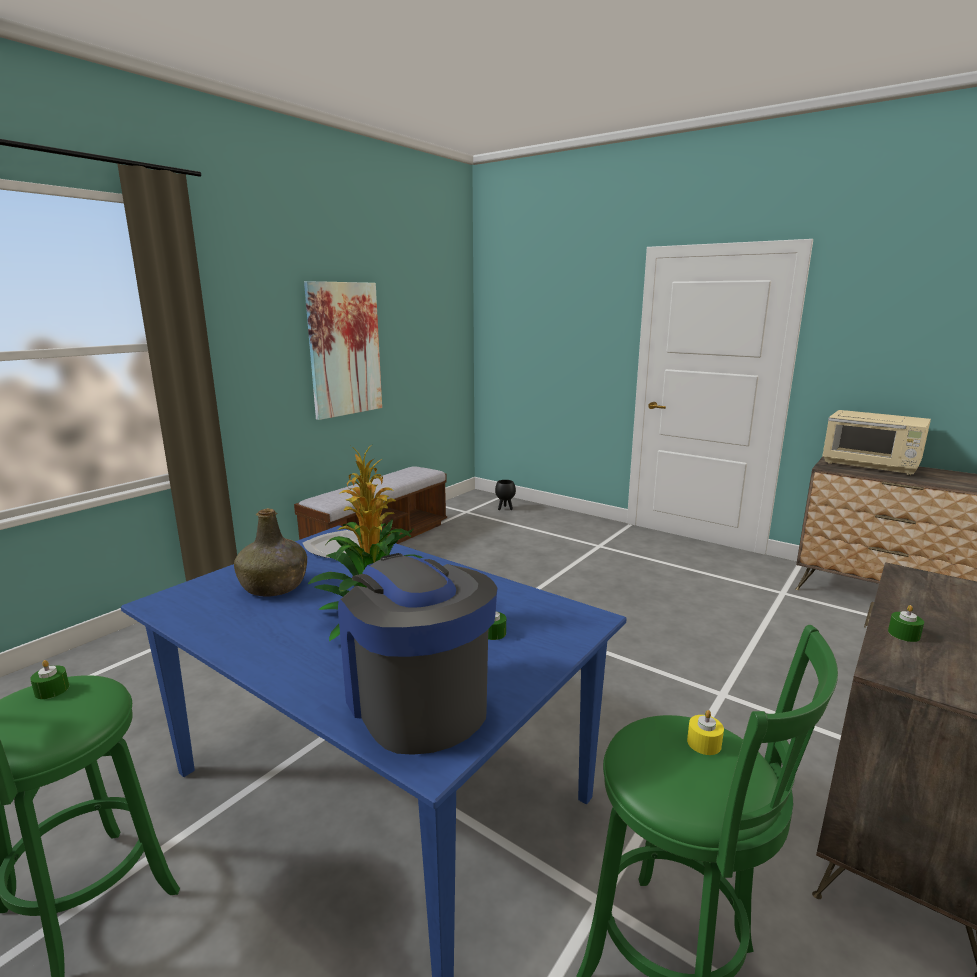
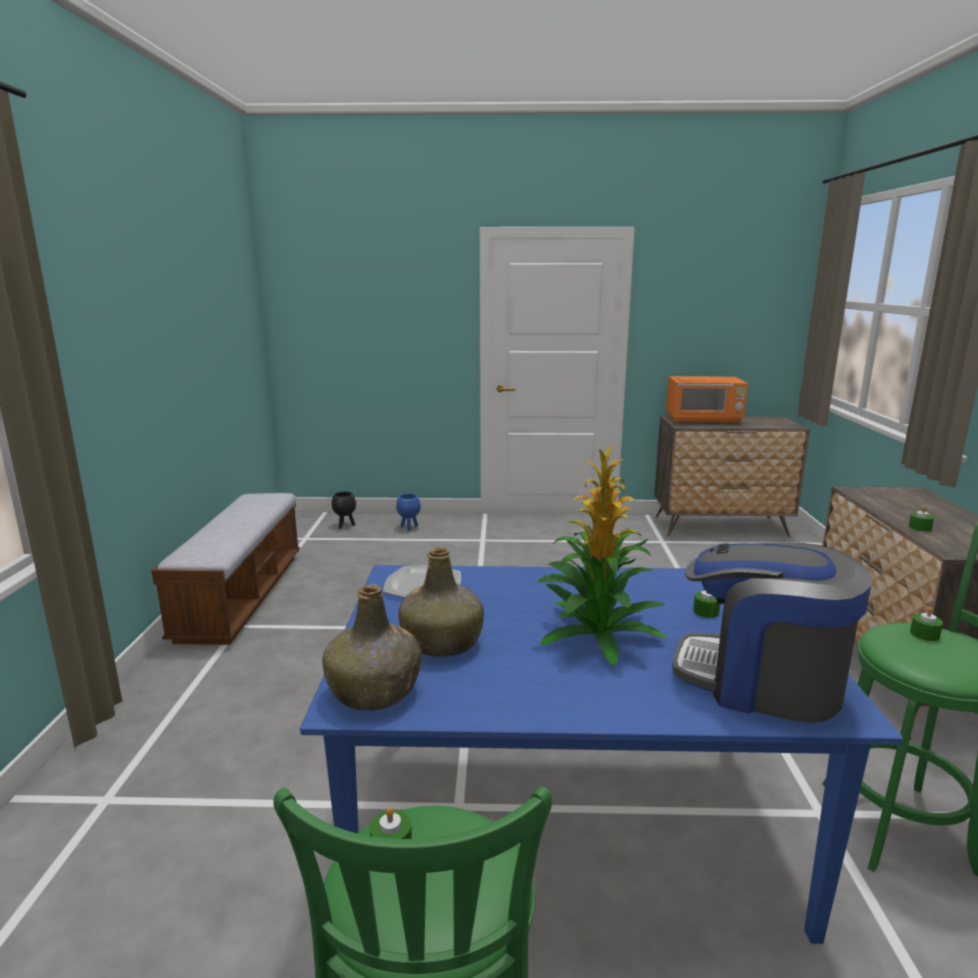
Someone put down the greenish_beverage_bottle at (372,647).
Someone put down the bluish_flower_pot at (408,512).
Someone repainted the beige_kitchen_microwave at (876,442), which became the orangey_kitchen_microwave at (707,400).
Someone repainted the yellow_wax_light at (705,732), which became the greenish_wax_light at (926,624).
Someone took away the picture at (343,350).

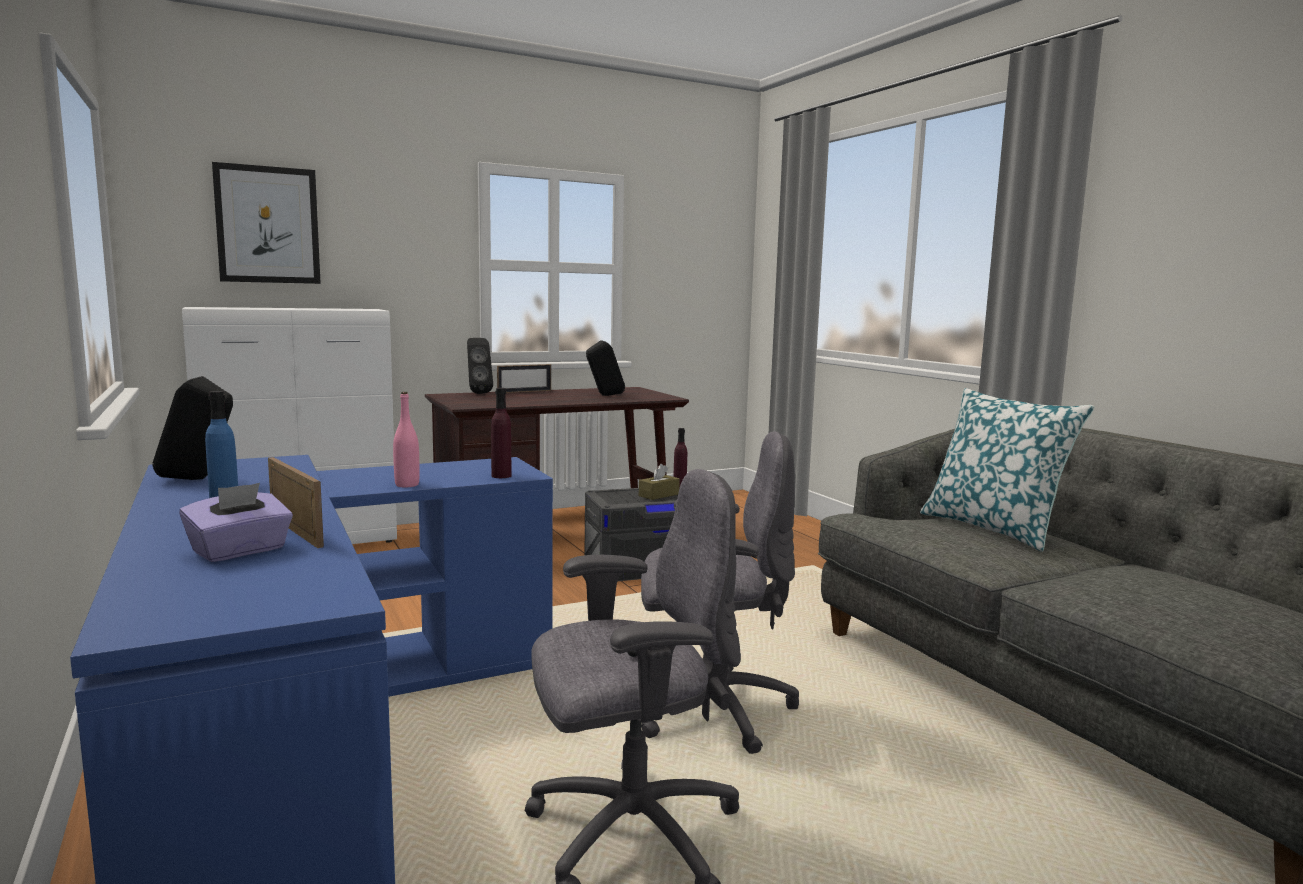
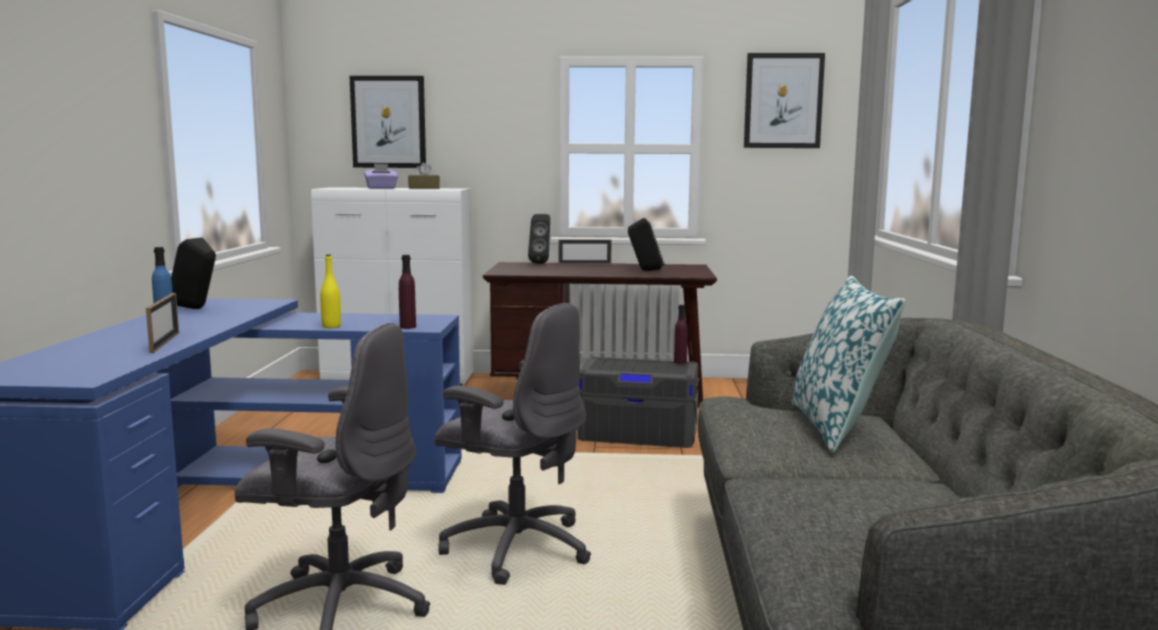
Someone repainted the pink-coloured_beverage_bottle at (406,439), which became the yellow_beverage_bottle at (330,291).
Someone carried the purple-coloured_tissue_holder from (236,522) to (381,176).
Someone carried the brown_tissue_holder from (659,482) to (424,175).
Someone put up the picture at (784,100).

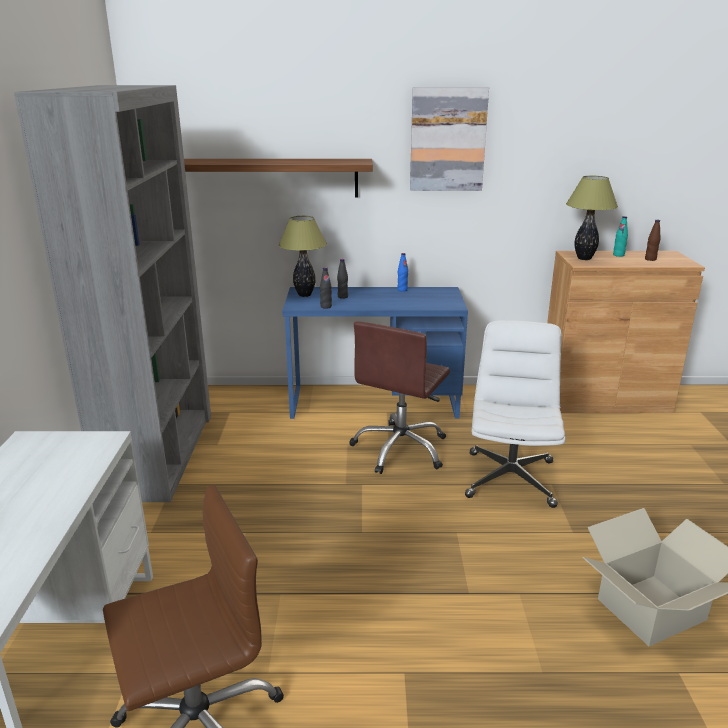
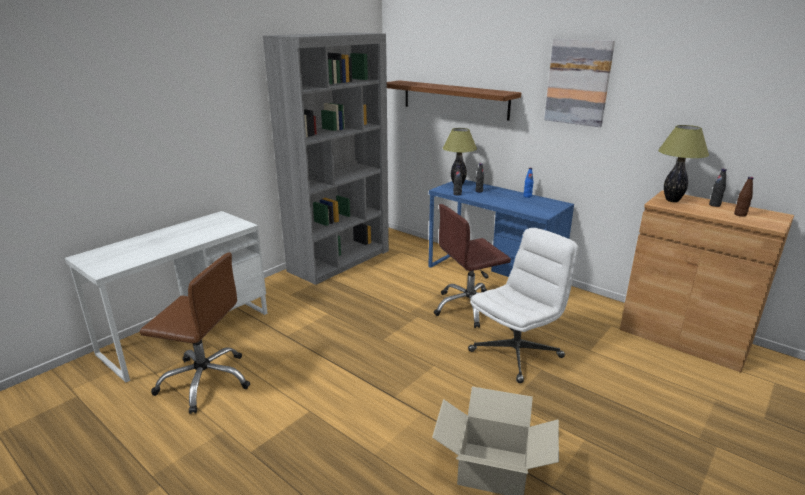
Someone repainted the turquoise_beverage_bottle at (620,236), which became the blackish_beverage_bottle at (718,188).

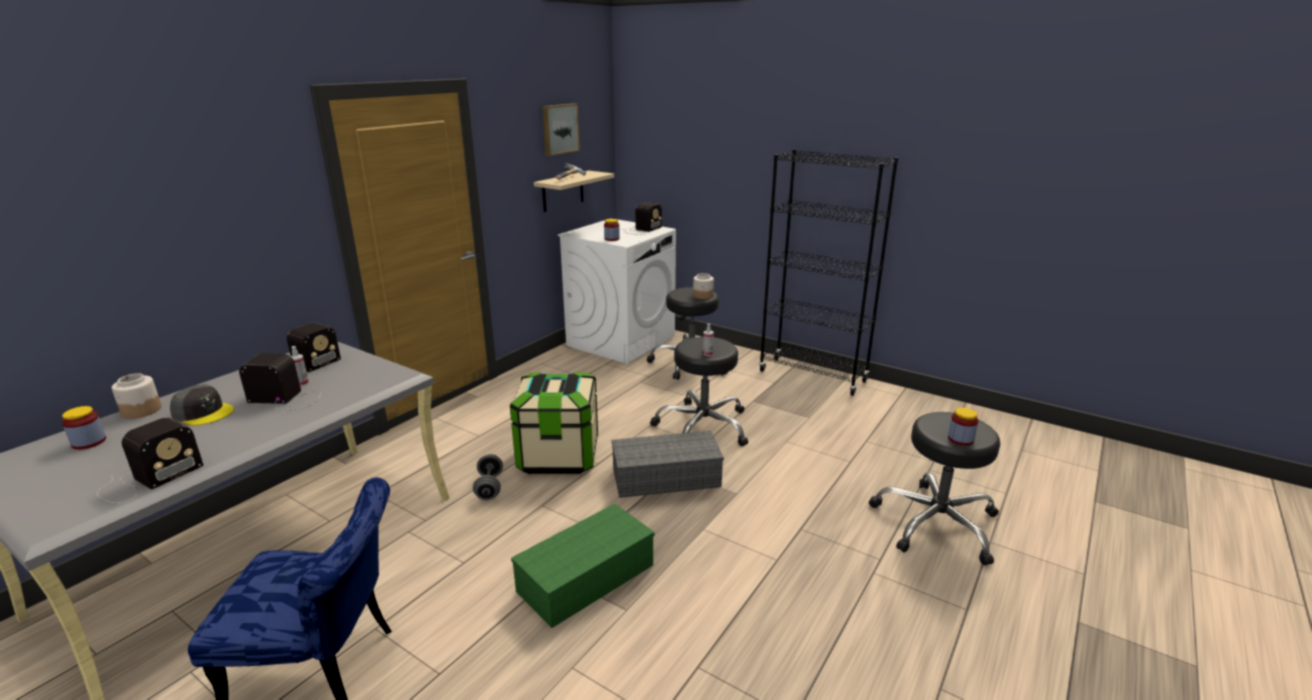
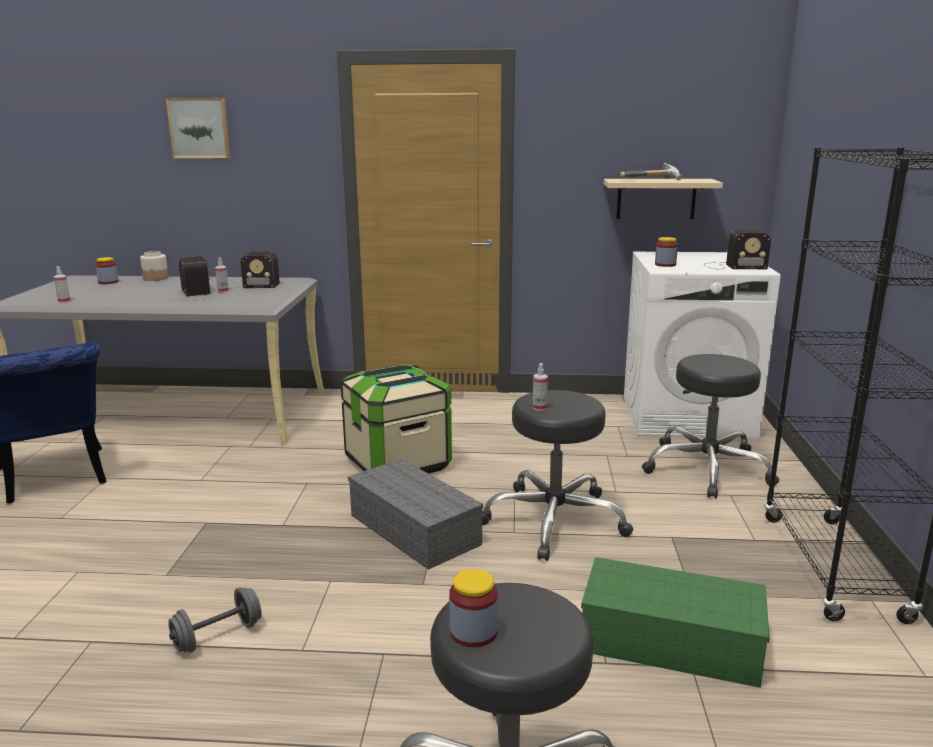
Someone swapped the radio_set at (150,461) for the sprayer at (62,284).
Someone carried the picture from (561,129) to (198,128).
Someone carried the greyish_free_weight from (488,477) to (215,620).
Someone carried the greenish_storage_box from (582,566) to (675,622).
Someone took away the greyish_cap at (202,404).
Someone took away the storage_jar at (703,286).

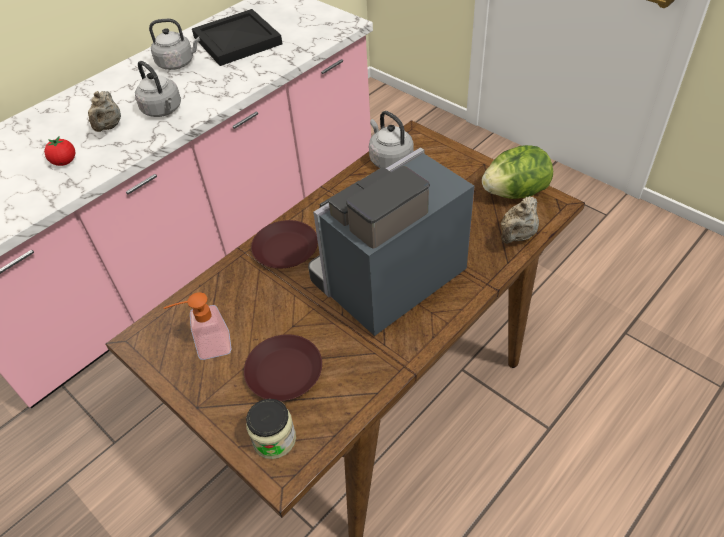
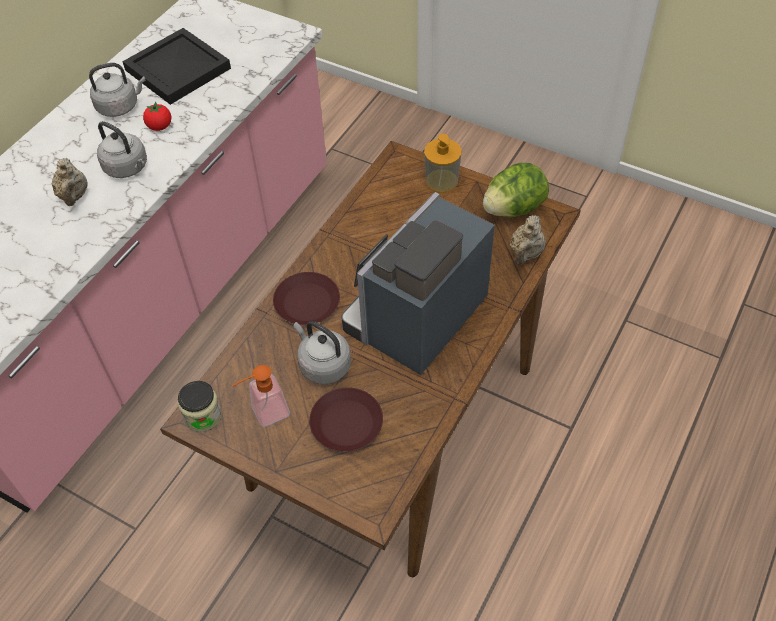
Someone carried the tomato from (59,151) to (157,116).
Someone carried the storage_jar from (271,429) to (200,406).
Someone carried the greyish_water_kettle from (391,139) to (322,352).
Someone put down the soap_bottle at (442,163).

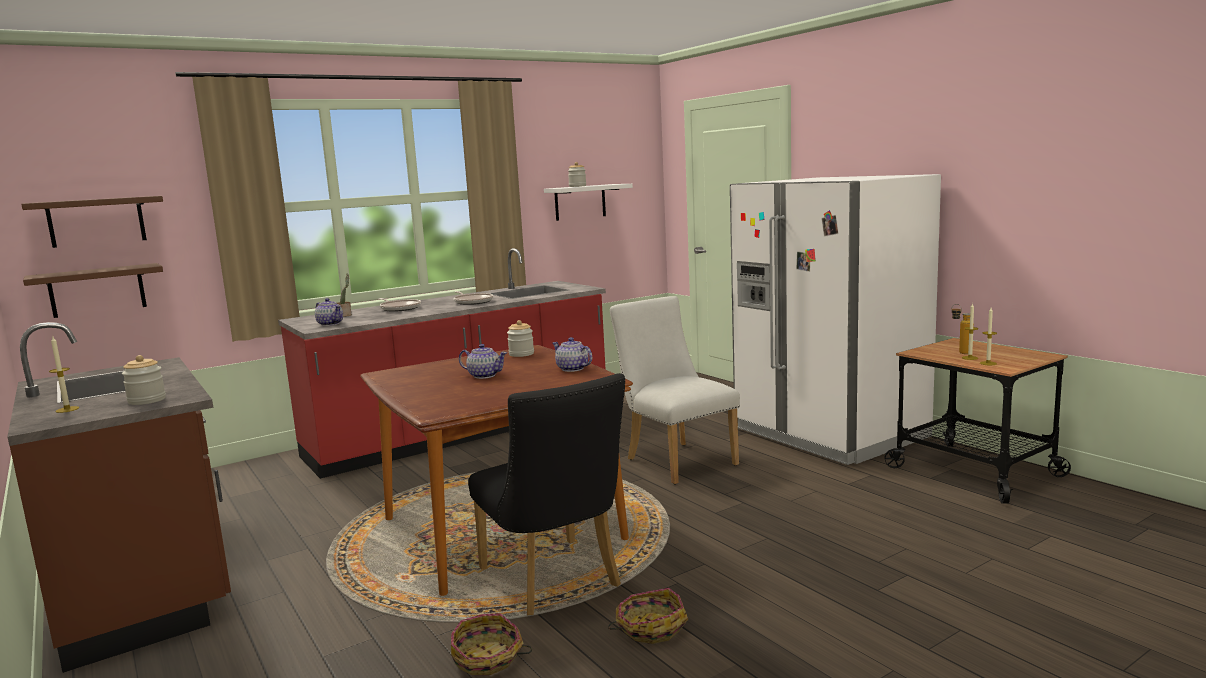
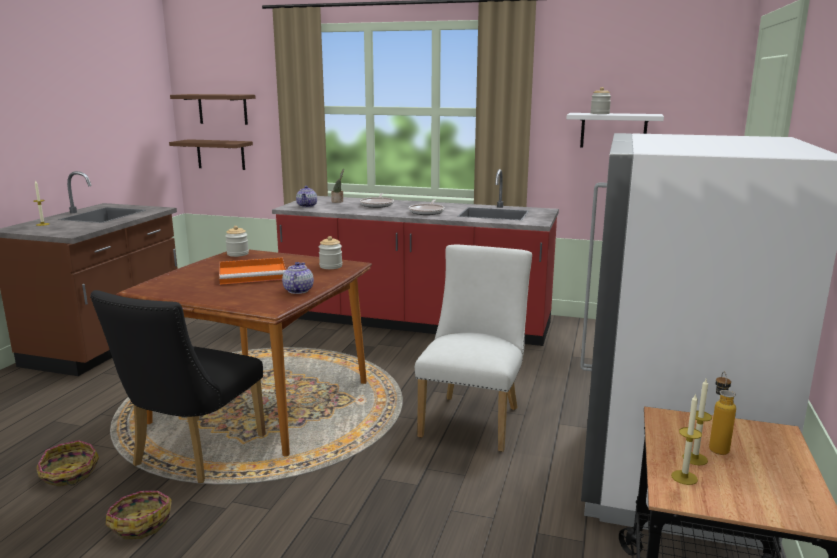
Someone swapped the tea_pot at (483,361) for the orangey_serving_tray at (252,271).
Someone carried the storage_jar from (144,380) to (237,241).

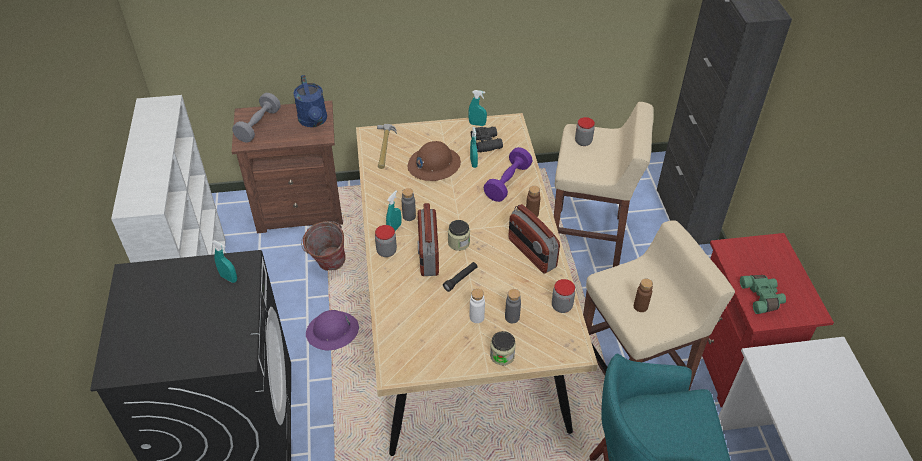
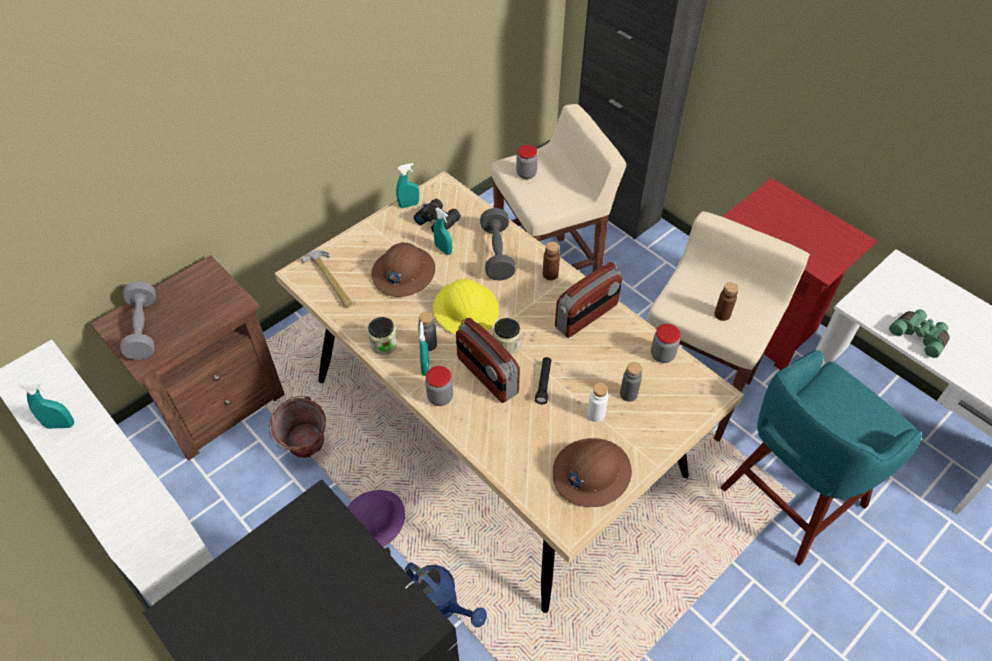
Someone carried the turquoise_sprayer from (224,261) to (46,405).
Someone carried the storage_jar from (503,348) to (382,336).
Someone carried the bluish_watering_can from (310,101) to (446,594).
Someone put down the yellow_hard_hat at (466,306).
Someone repainted the purple-coloured_free_weight at (508,174), which became the greyish_free_weight at (498,244).
Someone put down the brown_hard_hat at (592,472).
Someone rotated the radio_set at (534,239) by 60 degrees counterclockwise.
Someone carried the greenish_field_glasses from (763,294) to (919,333).

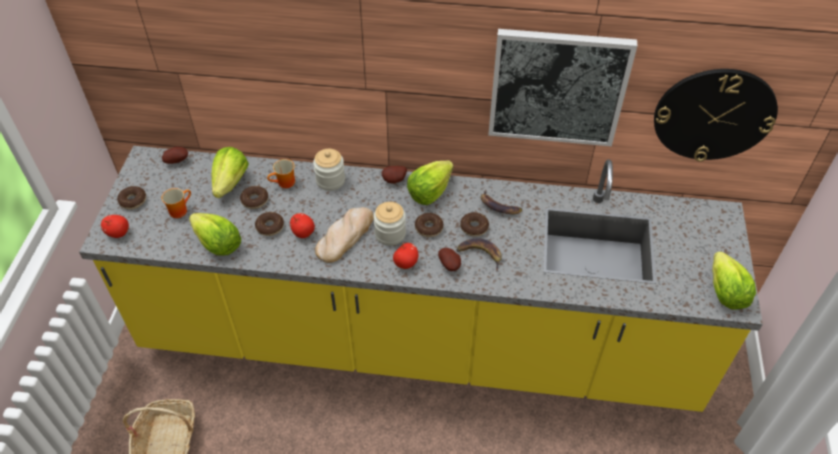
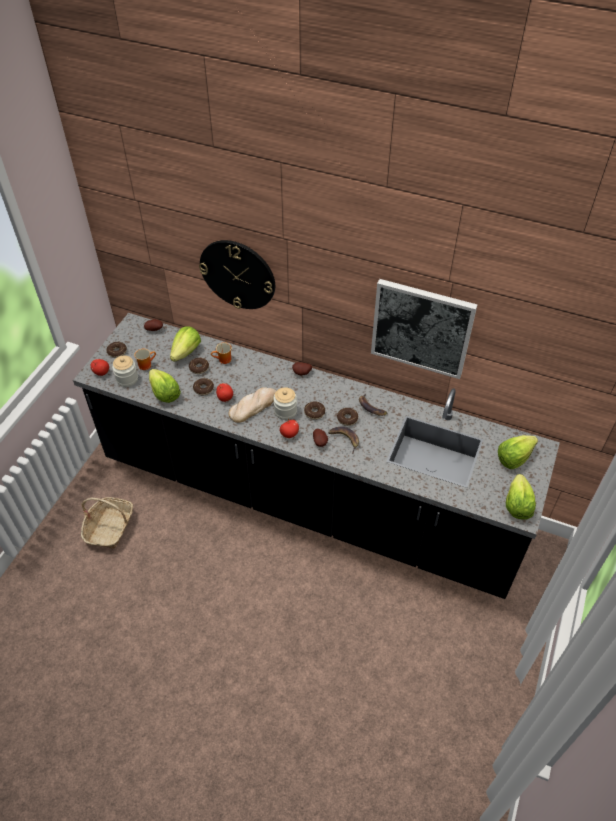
Someone repainted the yellow_kitchen_base_unit at (421,279), which became the blackish_kitchen_base_unit at (316,456).
Someone carried the storage_jar from (329,170) to (125,371).
Someone carried the clock_on_the_wall from (716,115) to (237,274).
Someone carried the head_of_lettuce from (430,183) to (518,452).

